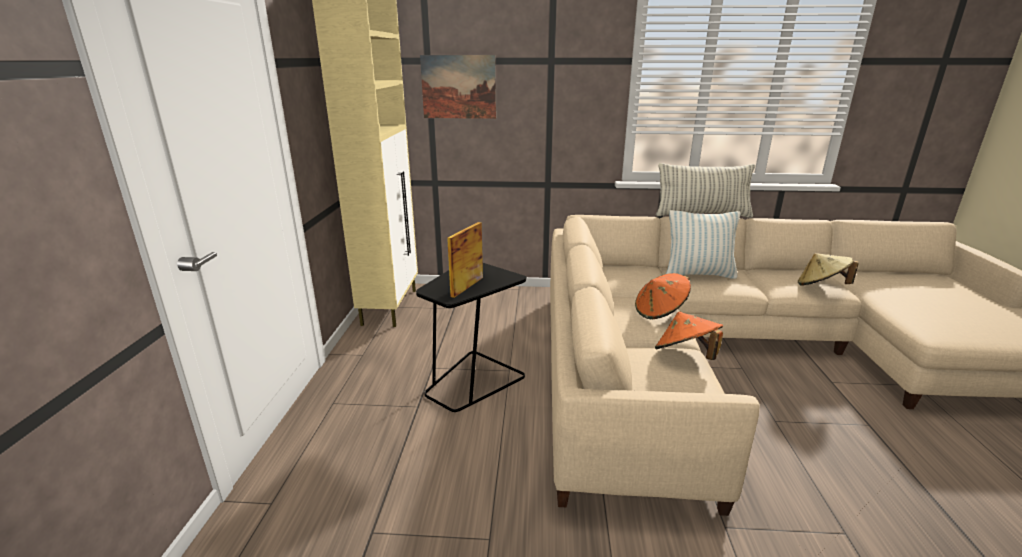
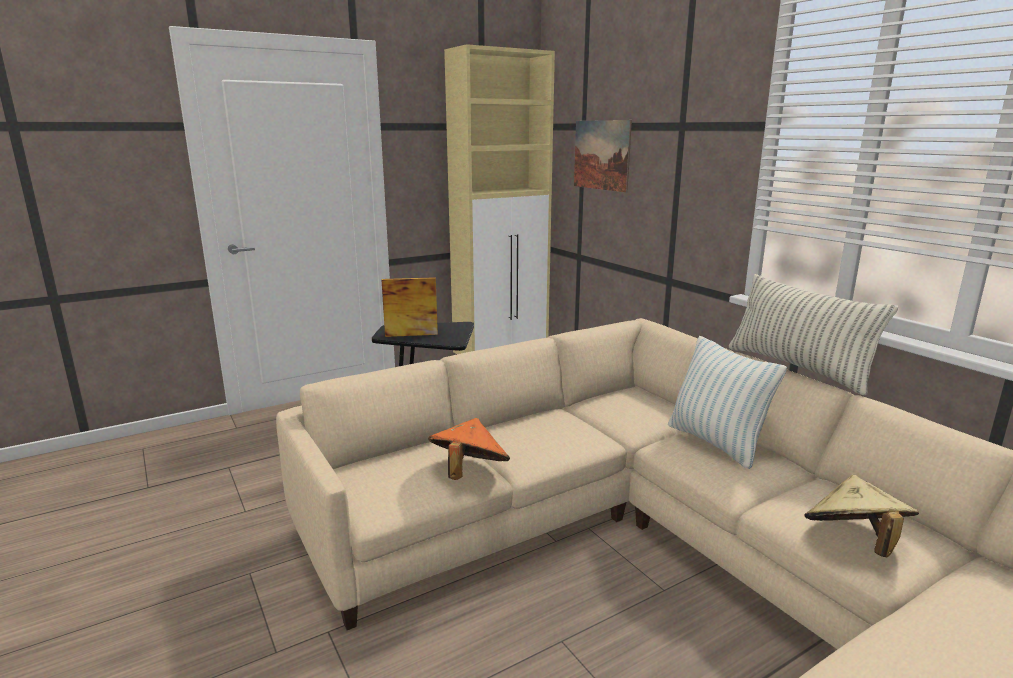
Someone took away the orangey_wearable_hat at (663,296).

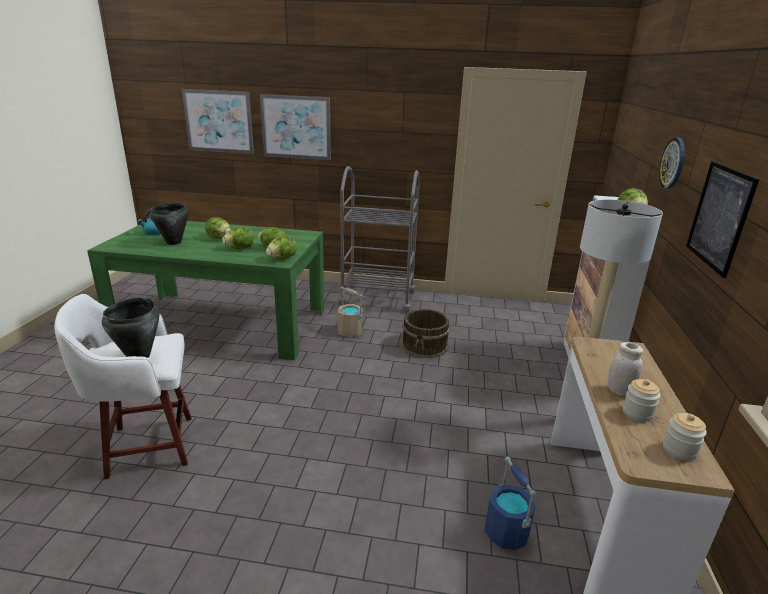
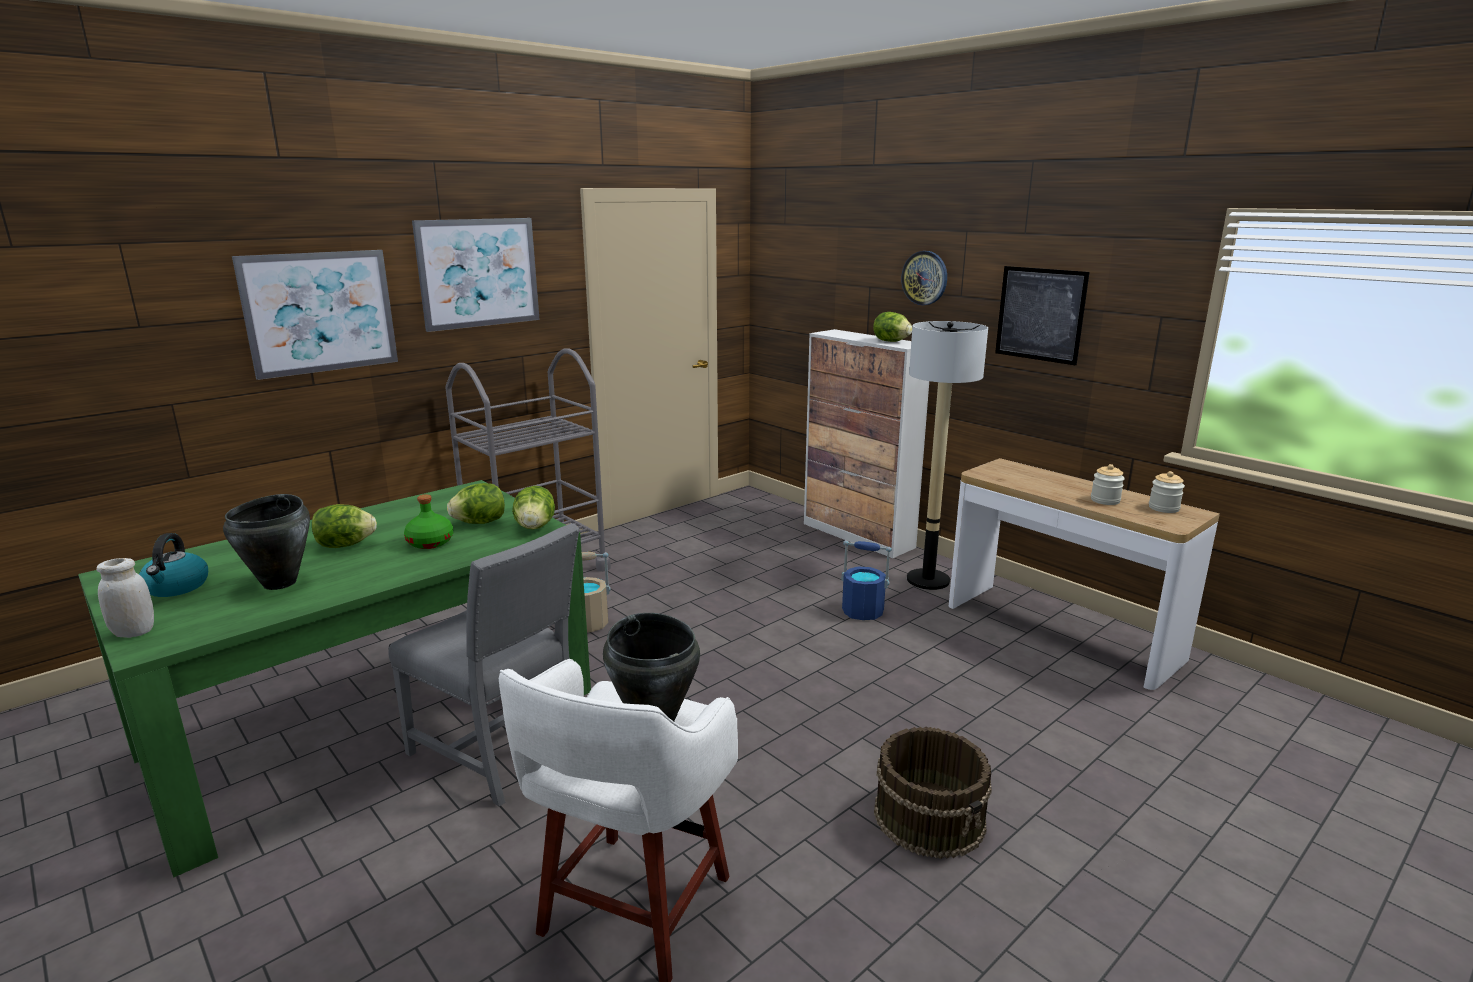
Someone carried the white_storage_jar from (625,369) to (125,598).
Someone put down the greyish_plain_chair at (484,665).
Someone swapped the head_of_lettuce at (237,238) for the greenish_beverage_bottle at (428,522).
Someone carried the picture from (218,121) to (476,275).
Someone carried the bluish_pail from (510,503) to (866,580).
Someone carried the brown_pail from (426,333) to (933,792).

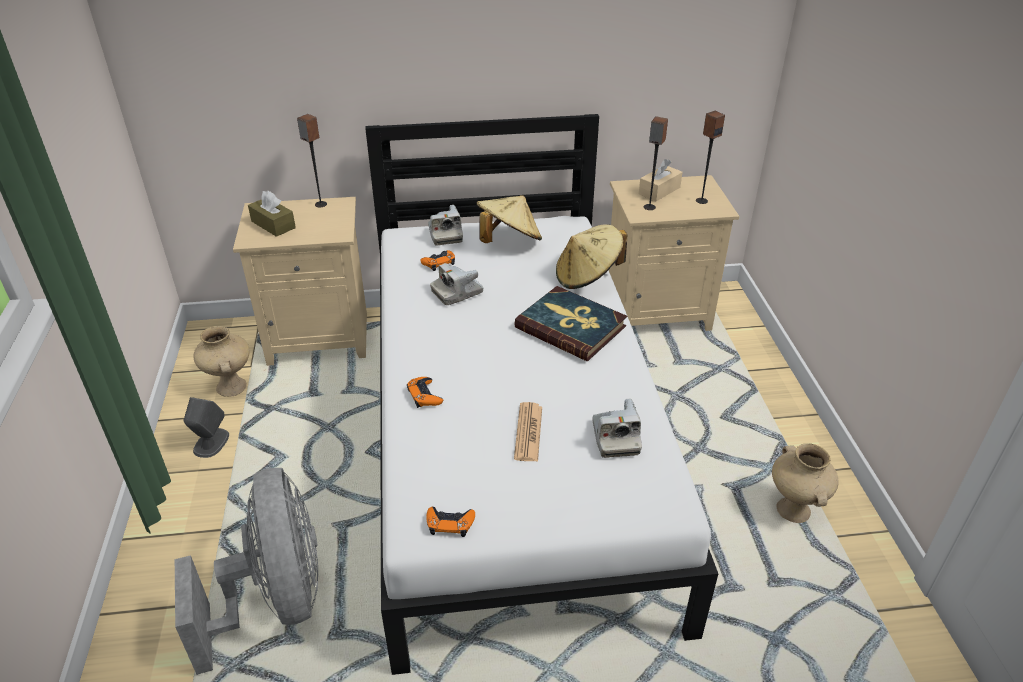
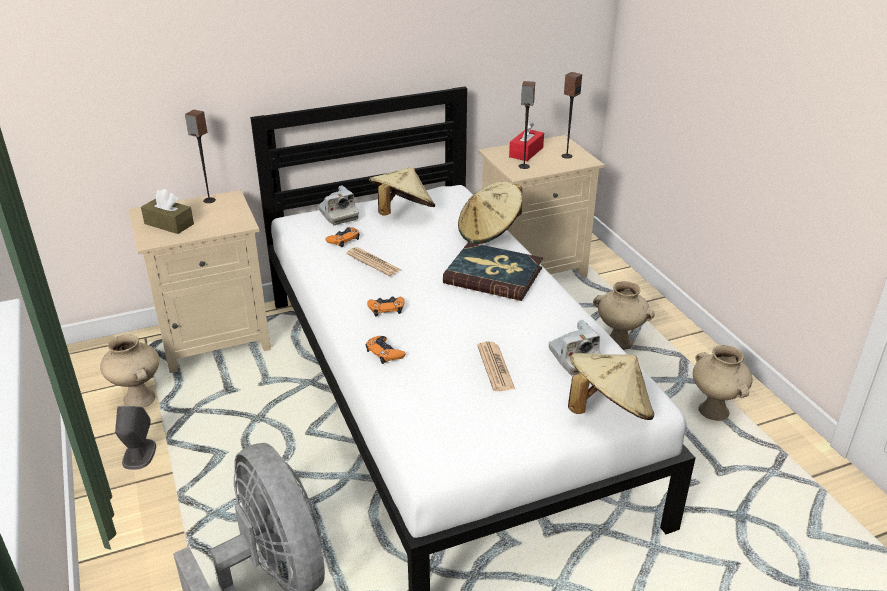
Someone swapped the still_camera at (457,284) for the newspaper at (374,261).
Someone carried the orangey_joypad from (450,522) to (386,306).
Someone repainted the beige_tissue_holder at (660,180), which became the red-coloured_tissue_holder at (526,141).
Someone put down the beige_wearable_hat at (611,386).
Someone put down the beige_flower_vase at (624,315).

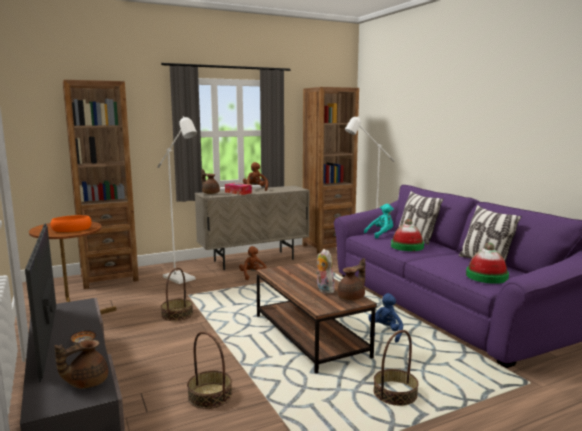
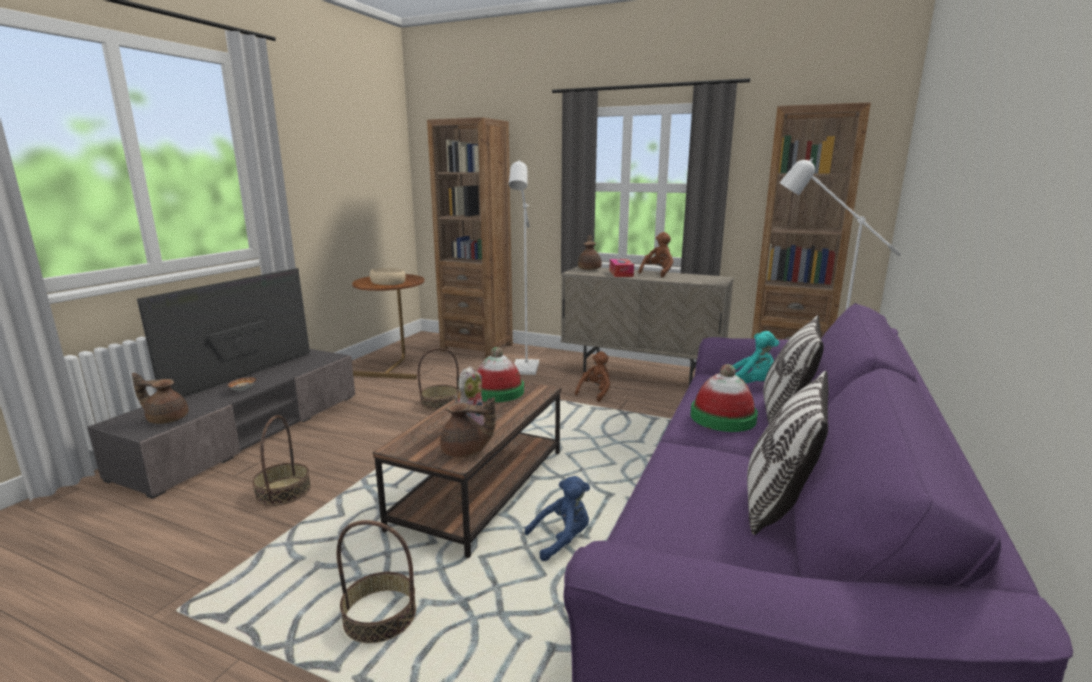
Someone repainted the orangey_serving_bowl at (71,223), which became the beige_serving_bowl at (388,276).
Someone carried the wearable_hat from (487,263) to (500,374).

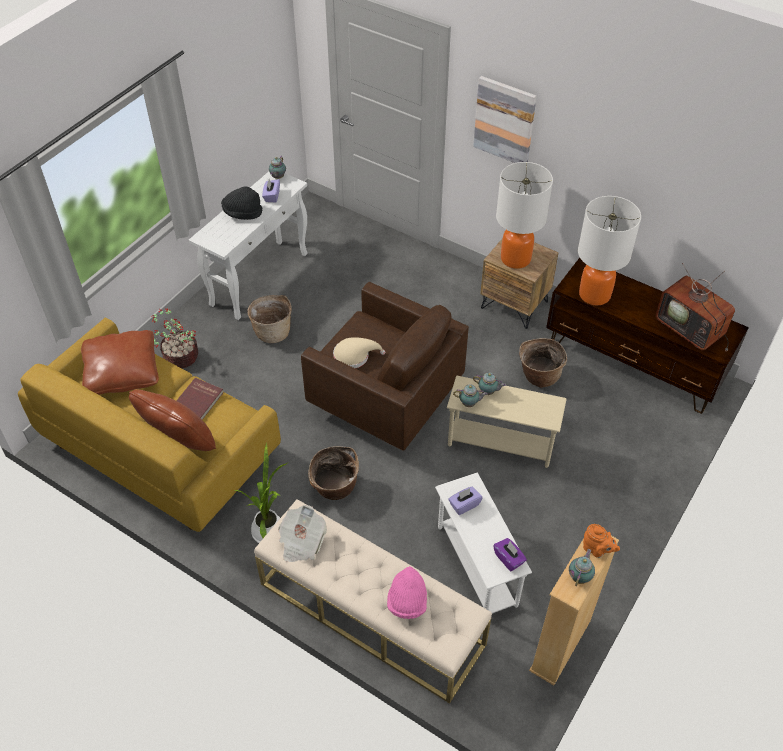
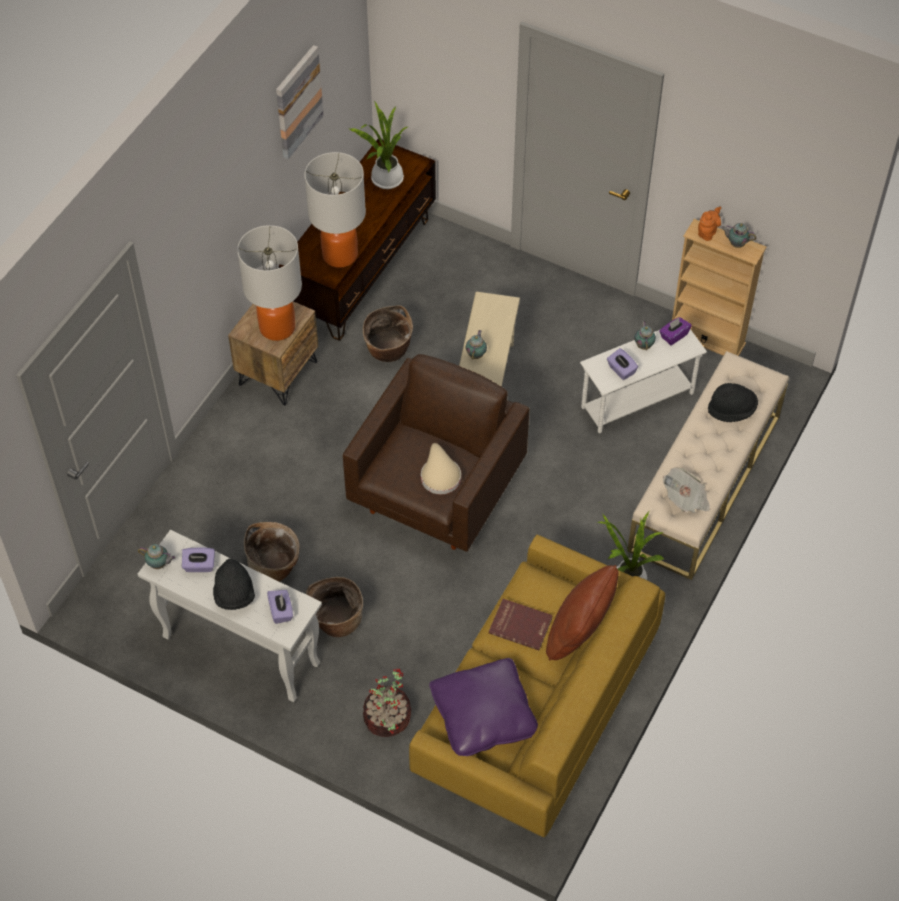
Someone carried the basket from (333,473) to (271,552).
Someone put down the purple-coloured_tissue_holder at (280,607).
Someone carried the picture from (505,119) to (300,102).
Someone swapped the TV_set at (695,307) for the houseplant at (378,145).
Someone repainted the brown_cushion at (120,362), which became the purple-coloured_cushion at (483,707).
Someone carried the tea_pot from (470,395) to (645,335).
Someone repainted the pink-coloured_wearable_hat at (407,592), which became the blackish_wearable_hat at (733,402).

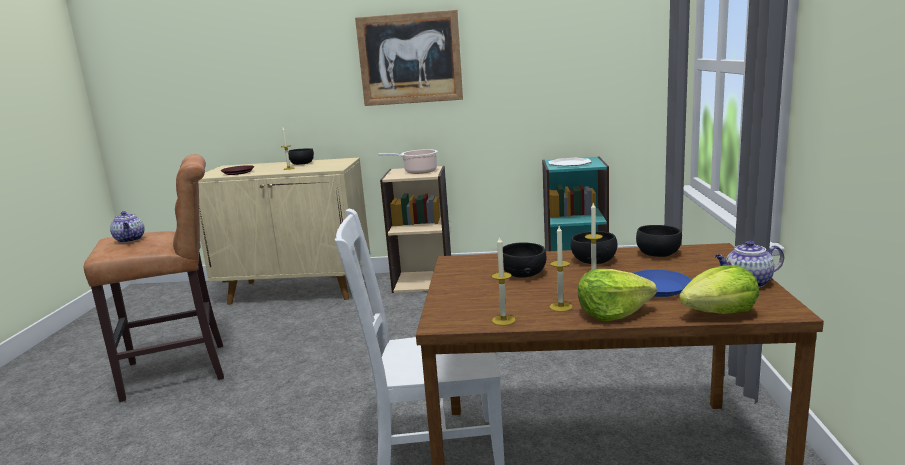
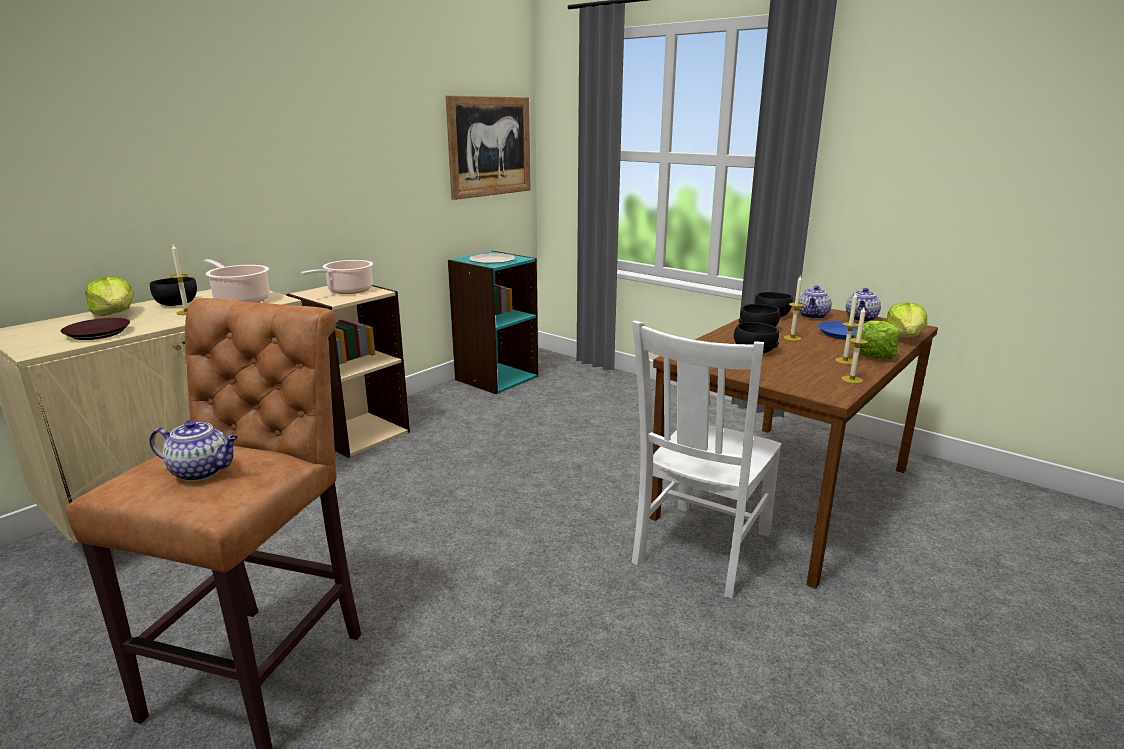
Someone put down the head_of_lettuce at (109,296).
Someone put down the saucepot at (237,281).
Someone carried the picture from (409,58) to (488,148).
Someone put down the tea_pot at (815,302).

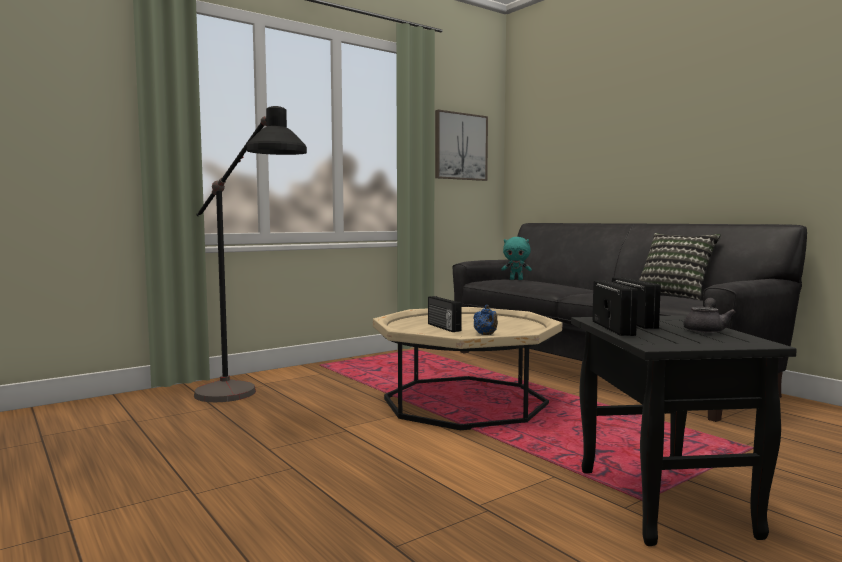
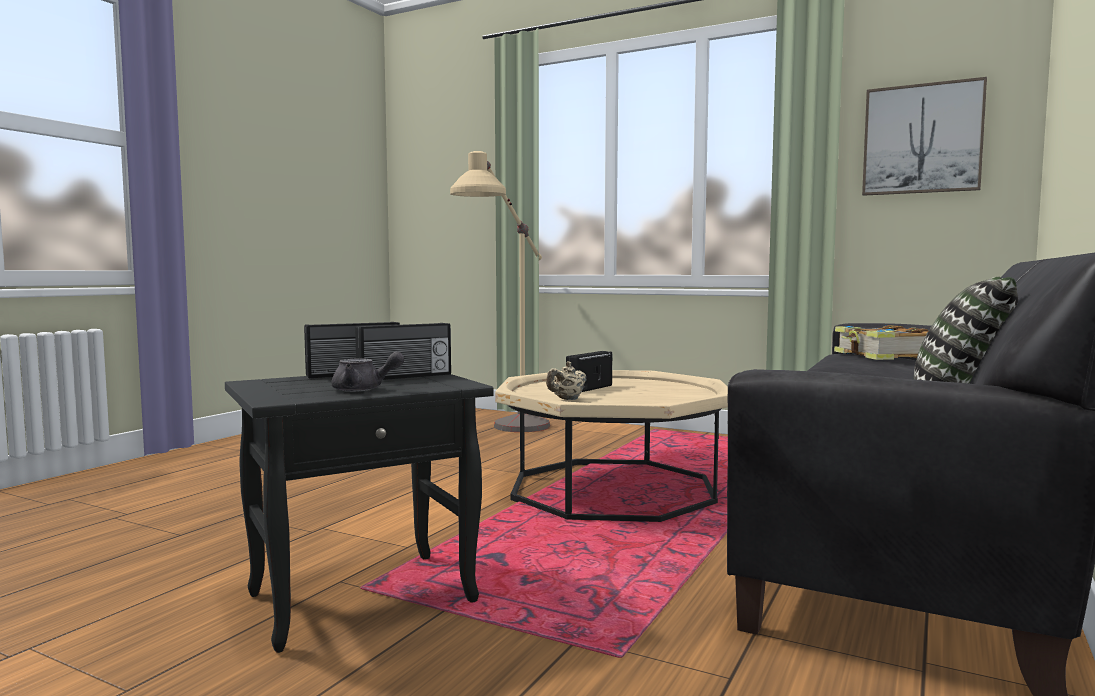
Someone repainted the blackish_standing_lamp at (250,254), which became the beige_standing_lamp at (500,291).
Someone repainted the bluish_tea_pot at (485,320), which became the beige_tea_pot at (566,380).
Someone swapped the turquoise_cuddly_toy at (516,258) for the bound_book at (881,342).

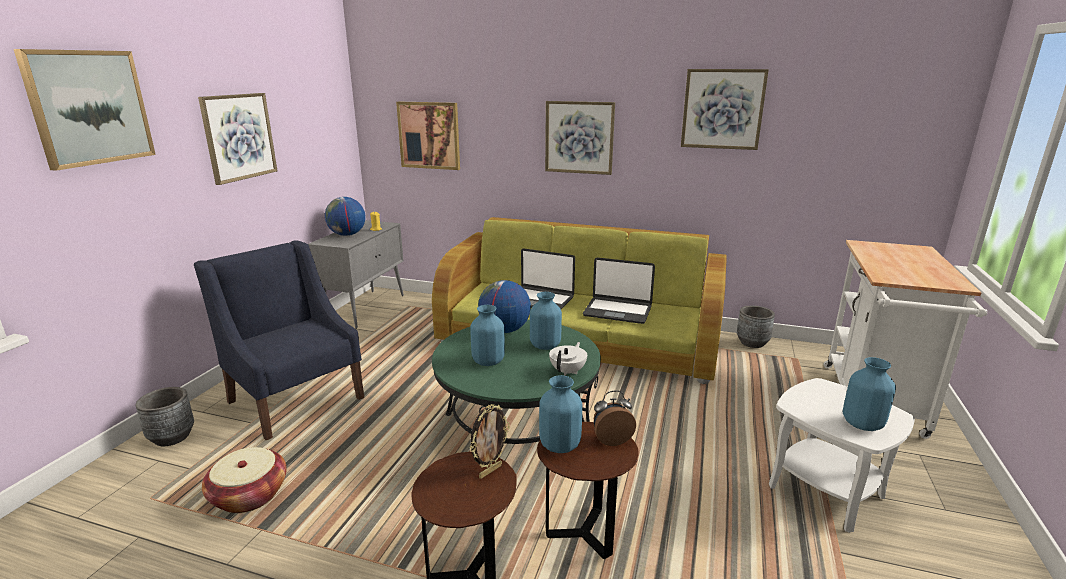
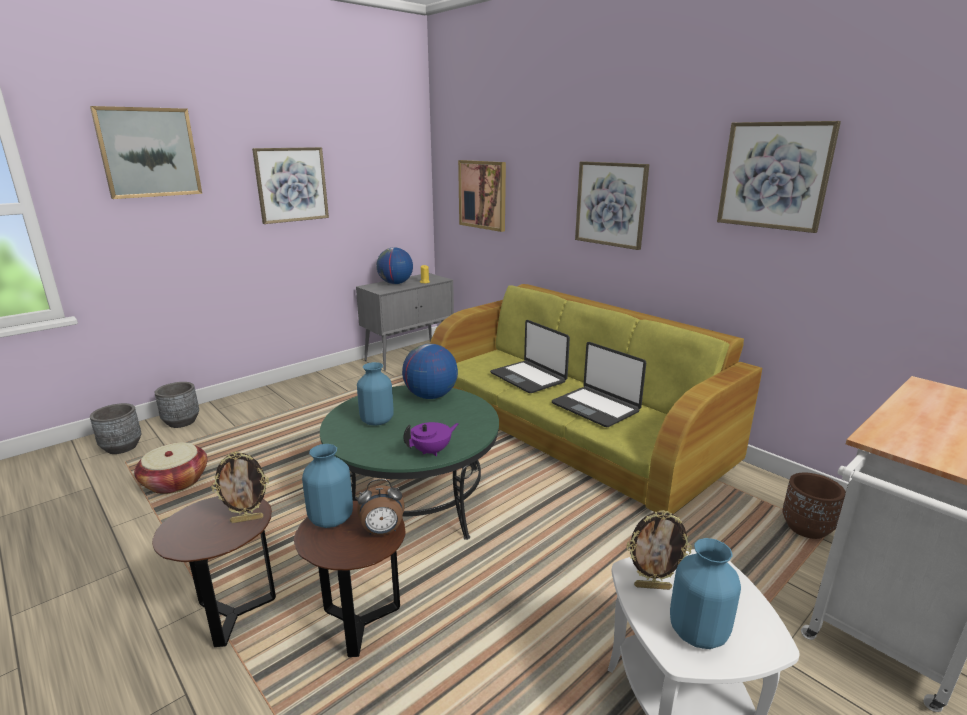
Someone carried the greyish_flower_pot from (756,327) to (116,428).
Someone rotated the alarm_clock at (615,418) by 150 degrees clockwise.
Someone repainted the white_tea_pot at (568,359), which became the purple-coloured_tea_pot at (431,439).
Someone put down the picture_frame at (659,550).
Someone put down the brown_flower_pot at (814,505).
Someone took away the bluish_lounge_chair at (279,340).
Someone took away the bluish_flower_vase at (546,321).

